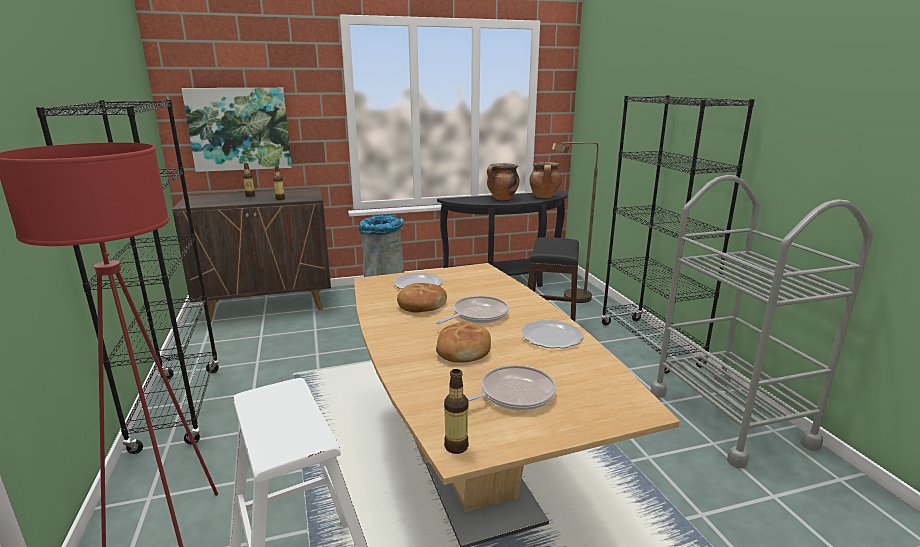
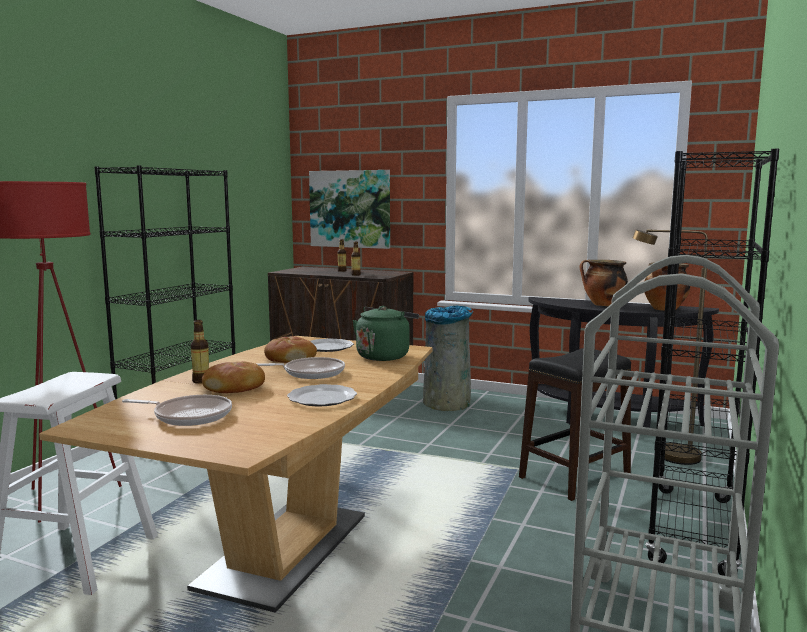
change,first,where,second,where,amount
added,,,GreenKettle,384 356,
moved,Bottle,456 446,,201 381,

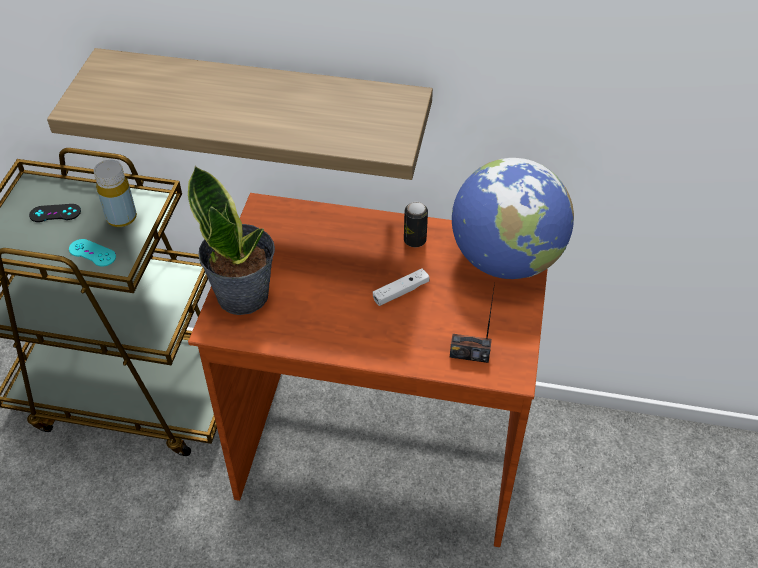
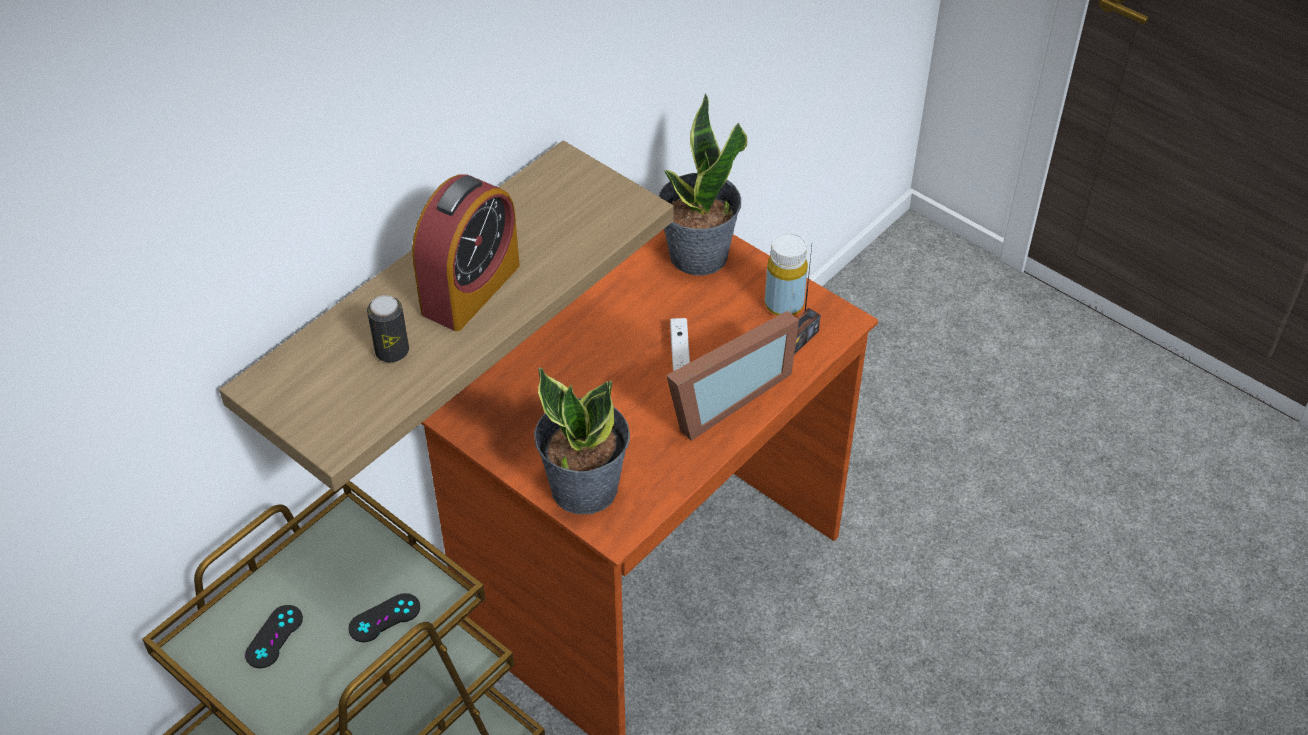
change,first,where,second,where,amount
added,,,AlarmClock,470 289,
added,,,PictureFrame,721 397,
moved,YellowBottle,121 218,,784 304,
moved,Can,415 240,,392 351,
replaced,Globe,506 260,PottedPlant,697 255,
recoloured,TurquoiseGameController,92 253,BlackGameController,384 618,

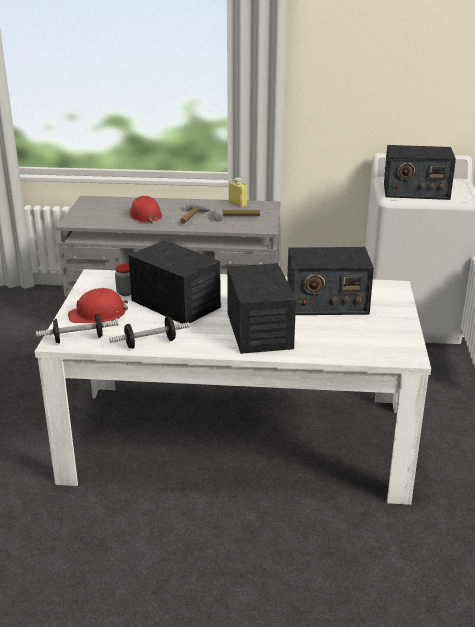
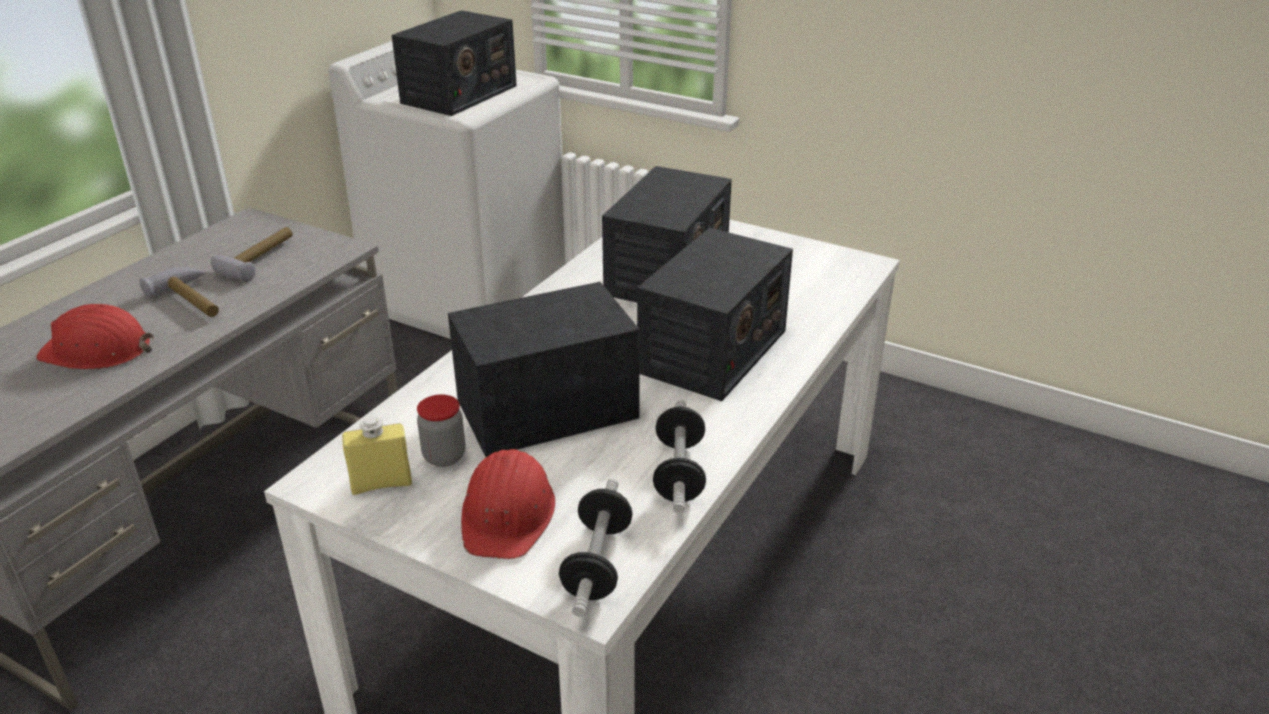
change,first,where,second,where,amount
moved,YellowBottle,237 204,,381 484,
turned,Radio,259 331,,713 352,105 degrees clockwise

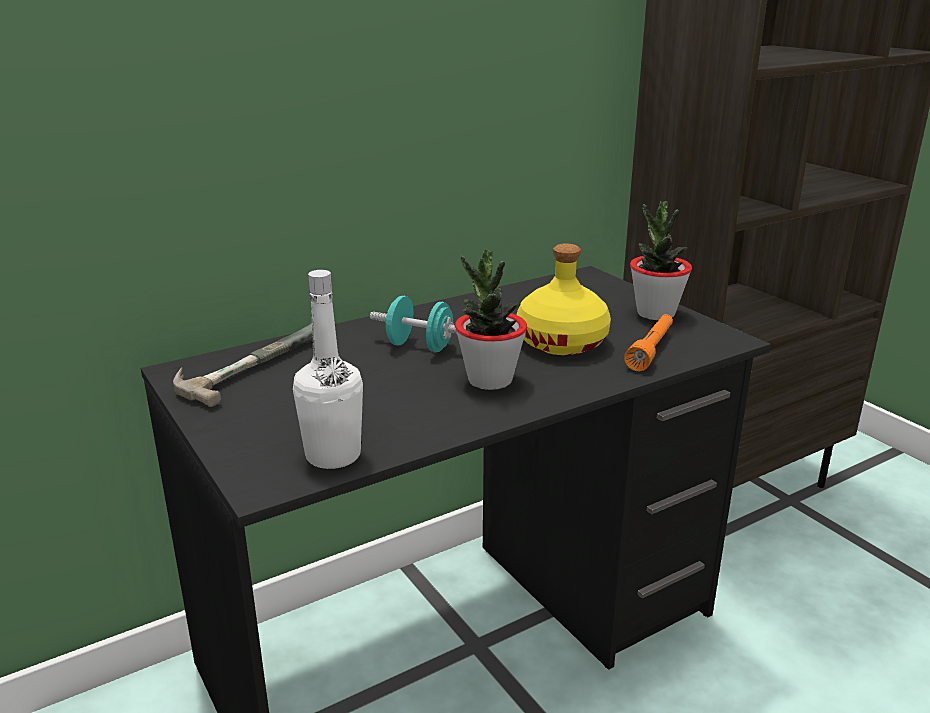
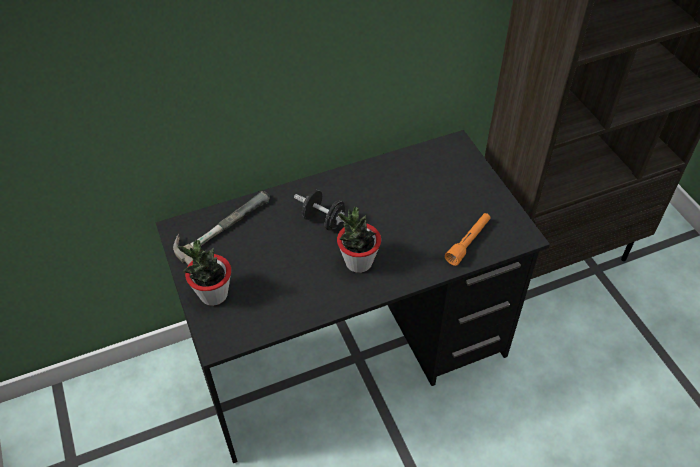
change,first,where,second,where,amount
removed,WhiteBottle,333 455,,,
removed,YellowBottle,562 342,,,
moved,PottedPlant,655 313,,213 294,
recoloured,TurquoiseDumbbell,420 347,BlackDumbbell,324 220,

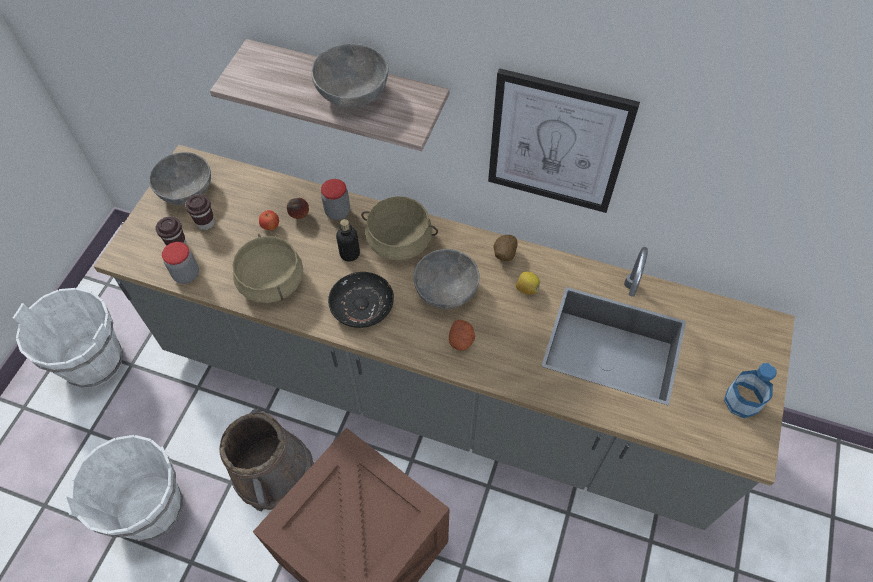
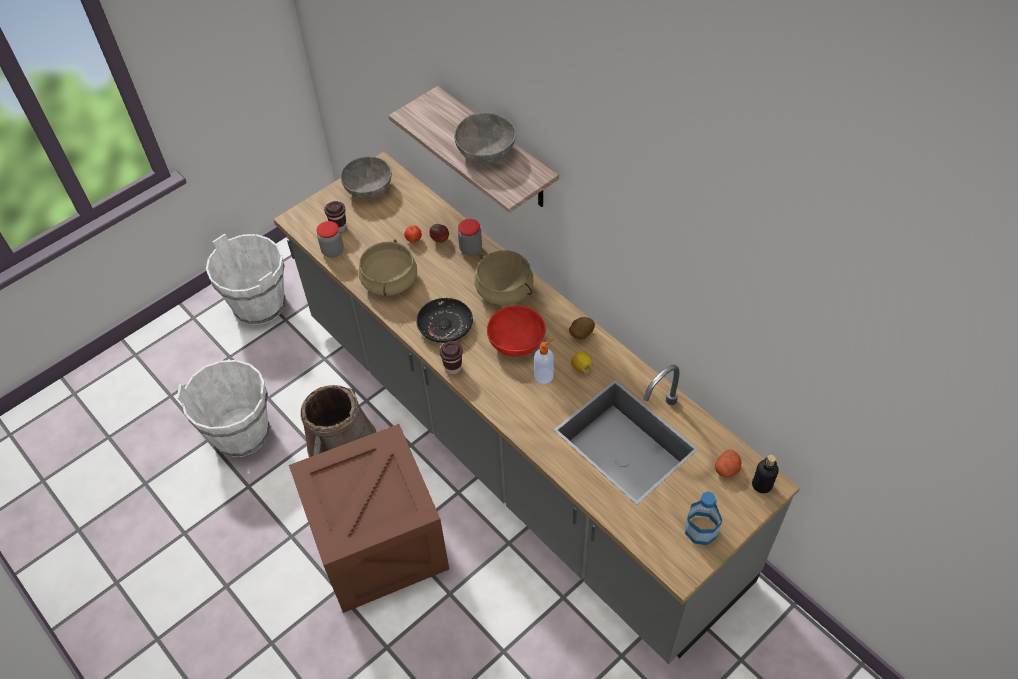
change,first,where,second,where,amount
removed,Picture,557 143,,,
added,,,SoapDispenser,544 375,
moved,BrownCup,206 223,,453 368,
moved,Bottle,350 254,,762 485,
moved,Potato,461 340,,727 469,
recoloured,GreyBowl,445 290,RedBowl,516 342,

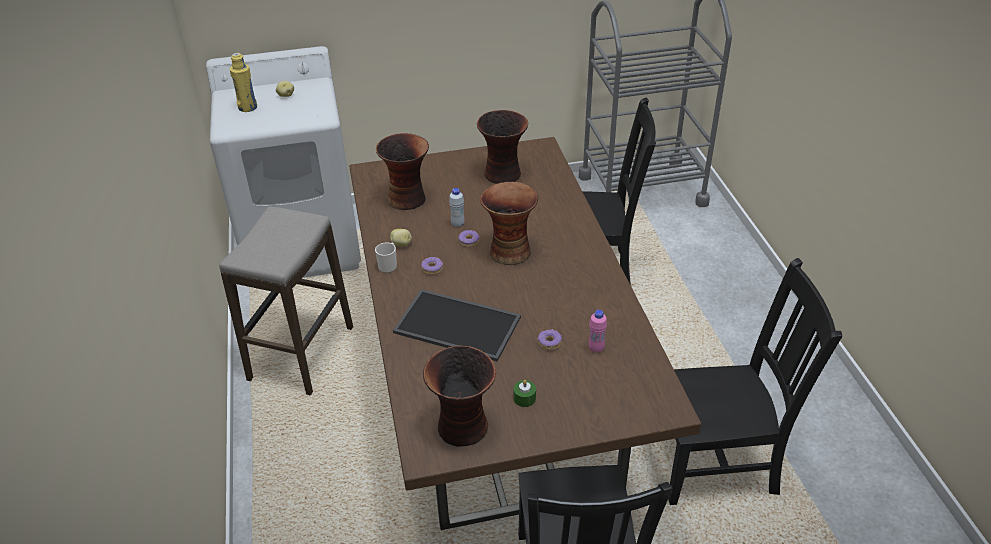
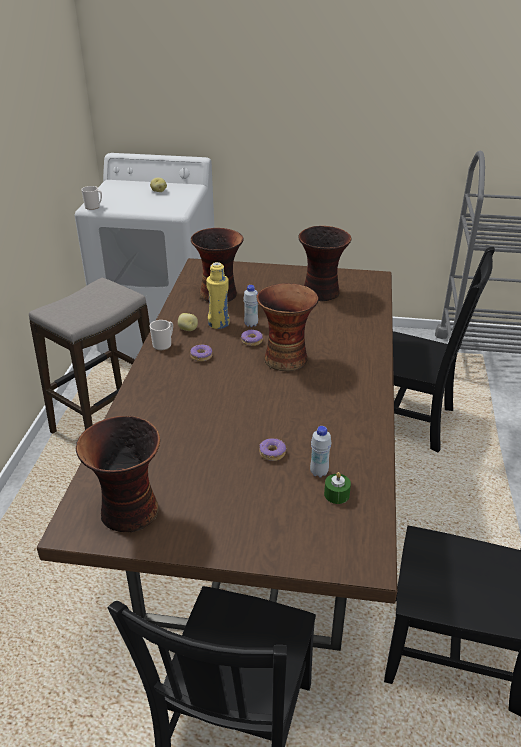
change,first,where,second,where,amount
removed,Tray,459 324,,,
added,,,Mug,94 207,
moved,YellowBottle,248 107,,218 323,
moved,GreenCandle,524 398,,336 494,
recoloured,PinkBottle,596 348,WhiteBottle,319 472,

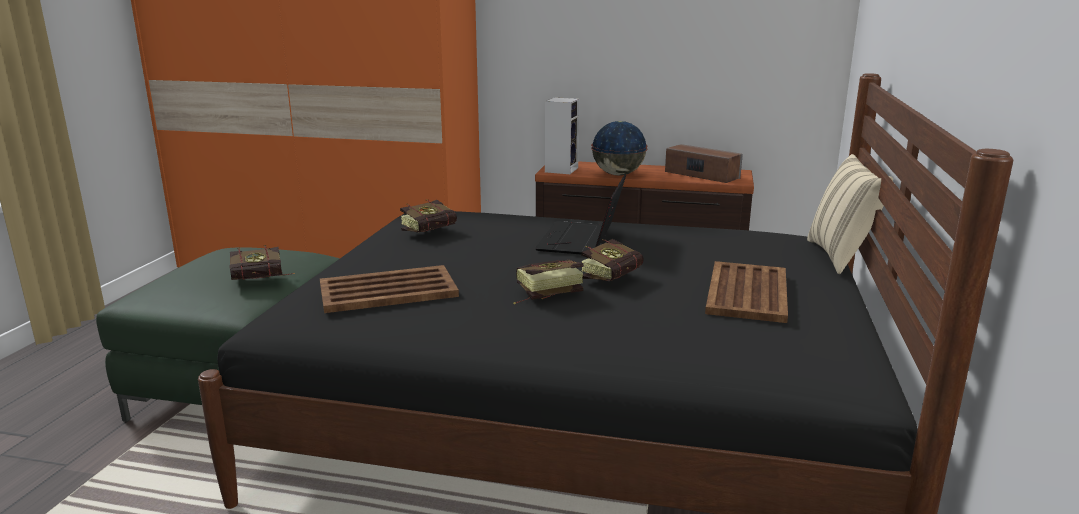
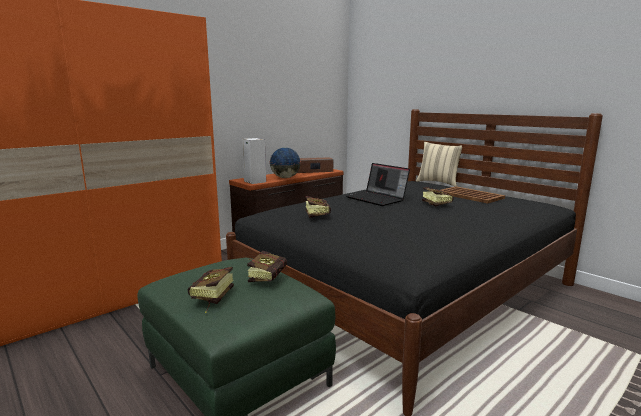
change,first,where,second,where,amount
removed,BrownTray,389 290,,,
moved,Book,543 294,,210 299,

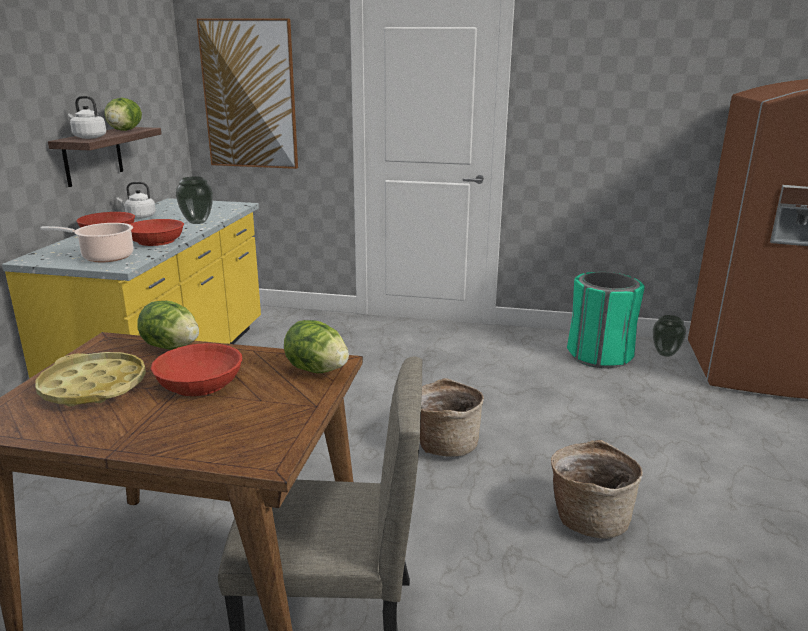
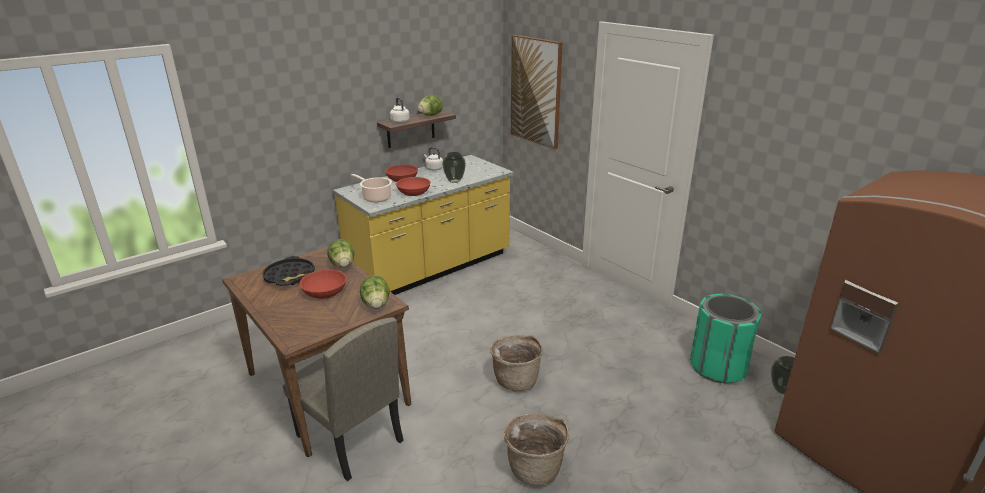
change,first,where,second,where,amount
recoloured,YellowTray,94 387,BlackTray,289 276,

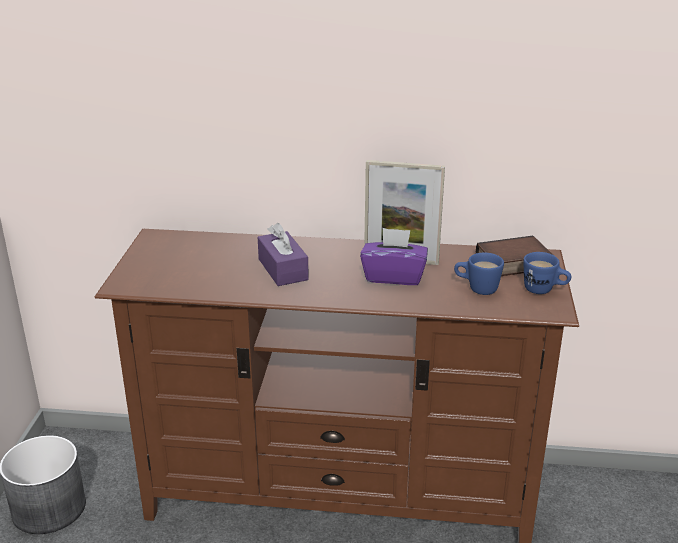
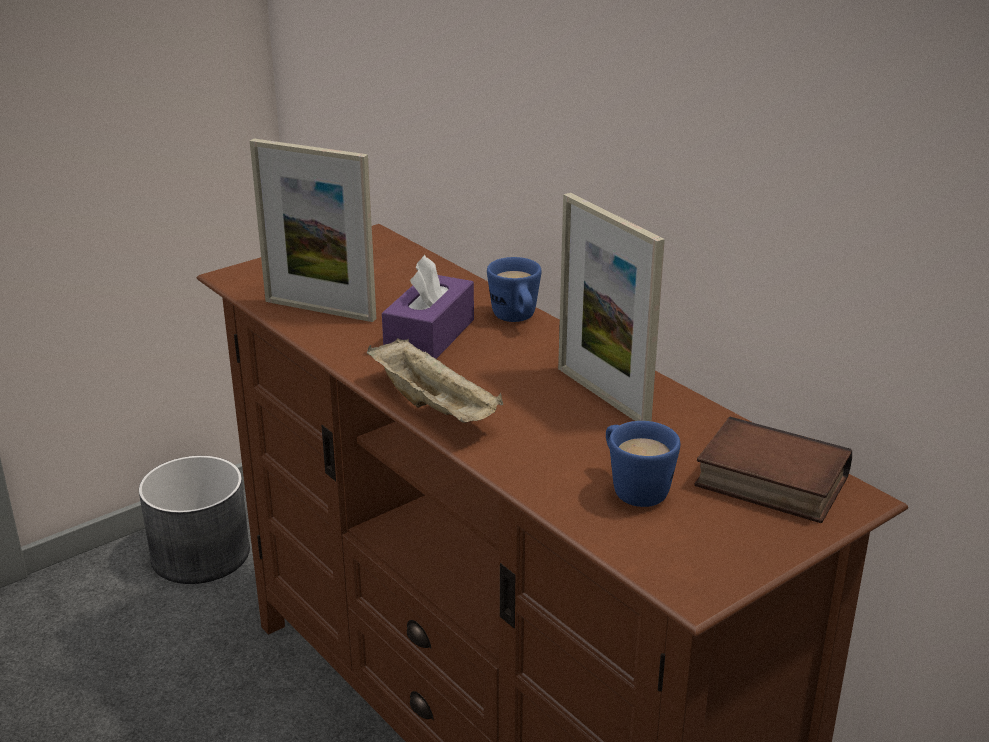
change,first,where,second,where,amount
removed,PurpleTissueBox,393 276,,,
added,,,PictureFrame,320 310,
added,,,BeigeTray,435 407,
moved,BlueMug,544 290,,516 319,

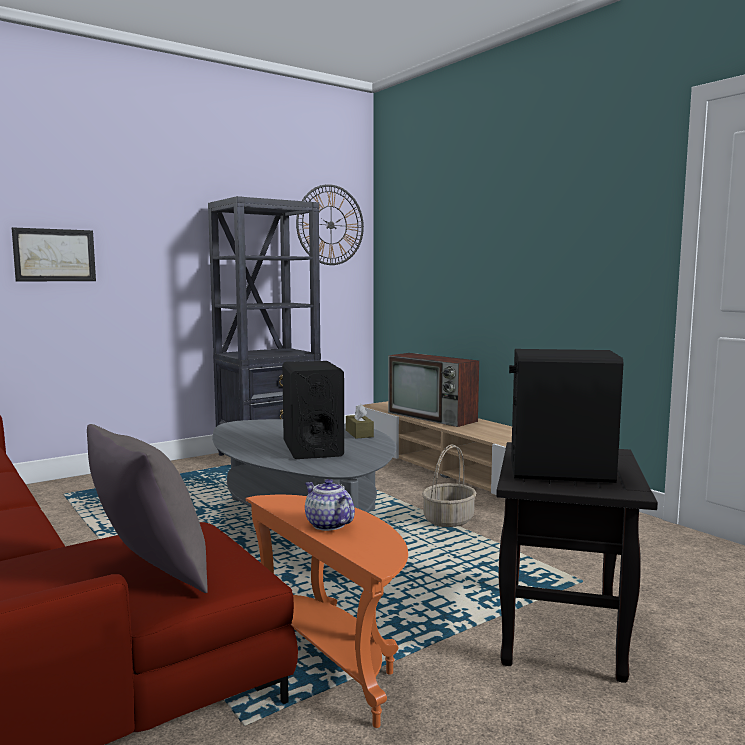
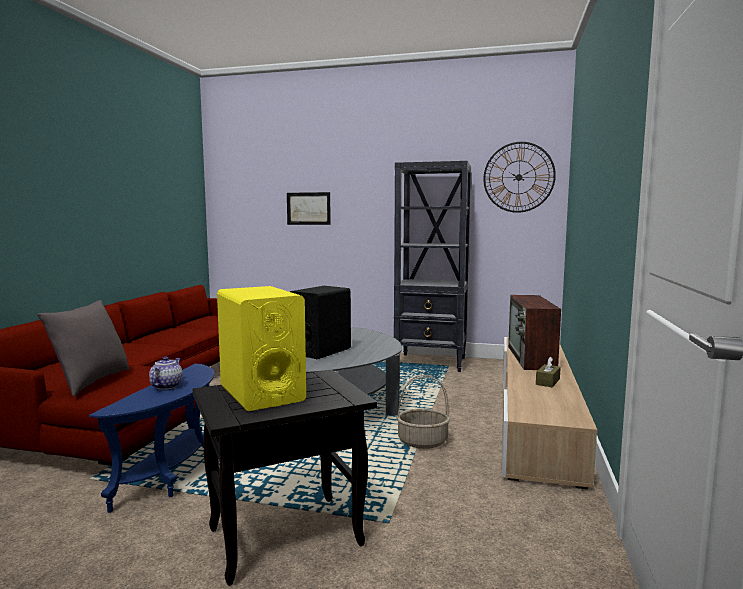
change,first,where,second,where,amount
moved,BrownTissueBox,359 433,,547 382,
recoloured,OrangeSideTable,333 658,BlueSideTable,174 475,
recoloured,BlackSpeaker,559 471,YellowSpeaker,261 393,

